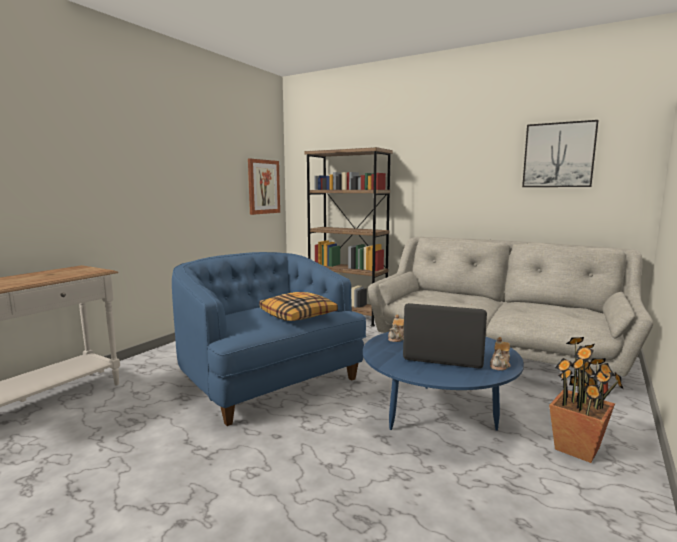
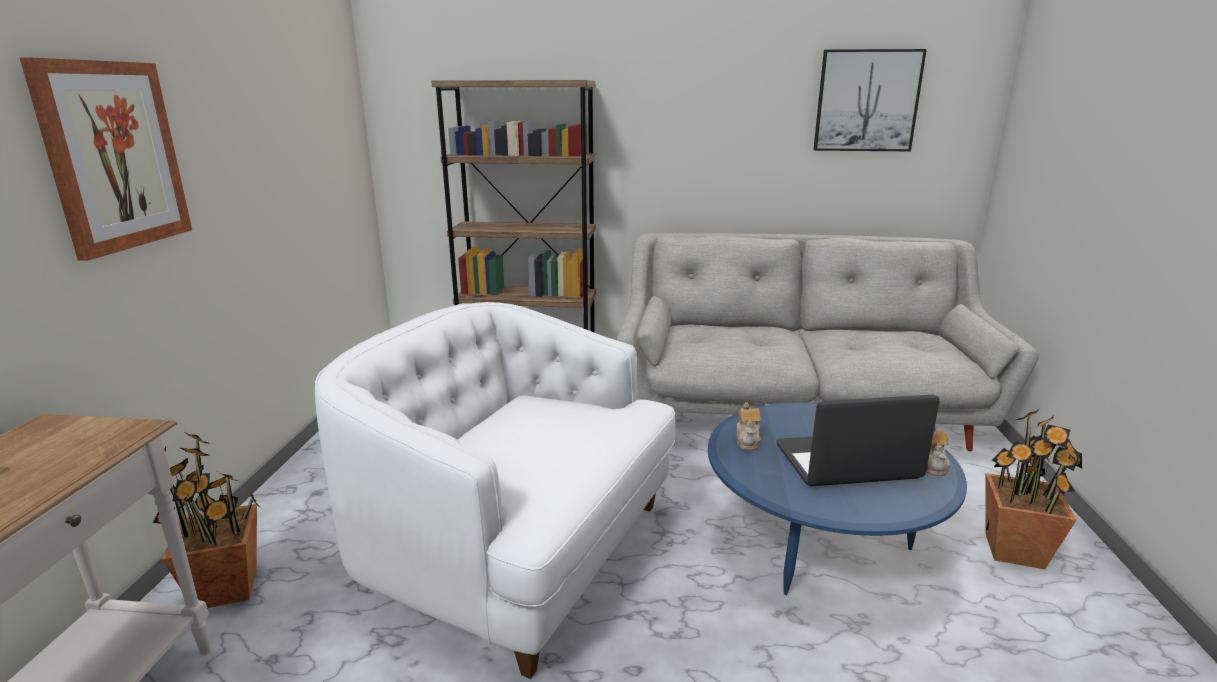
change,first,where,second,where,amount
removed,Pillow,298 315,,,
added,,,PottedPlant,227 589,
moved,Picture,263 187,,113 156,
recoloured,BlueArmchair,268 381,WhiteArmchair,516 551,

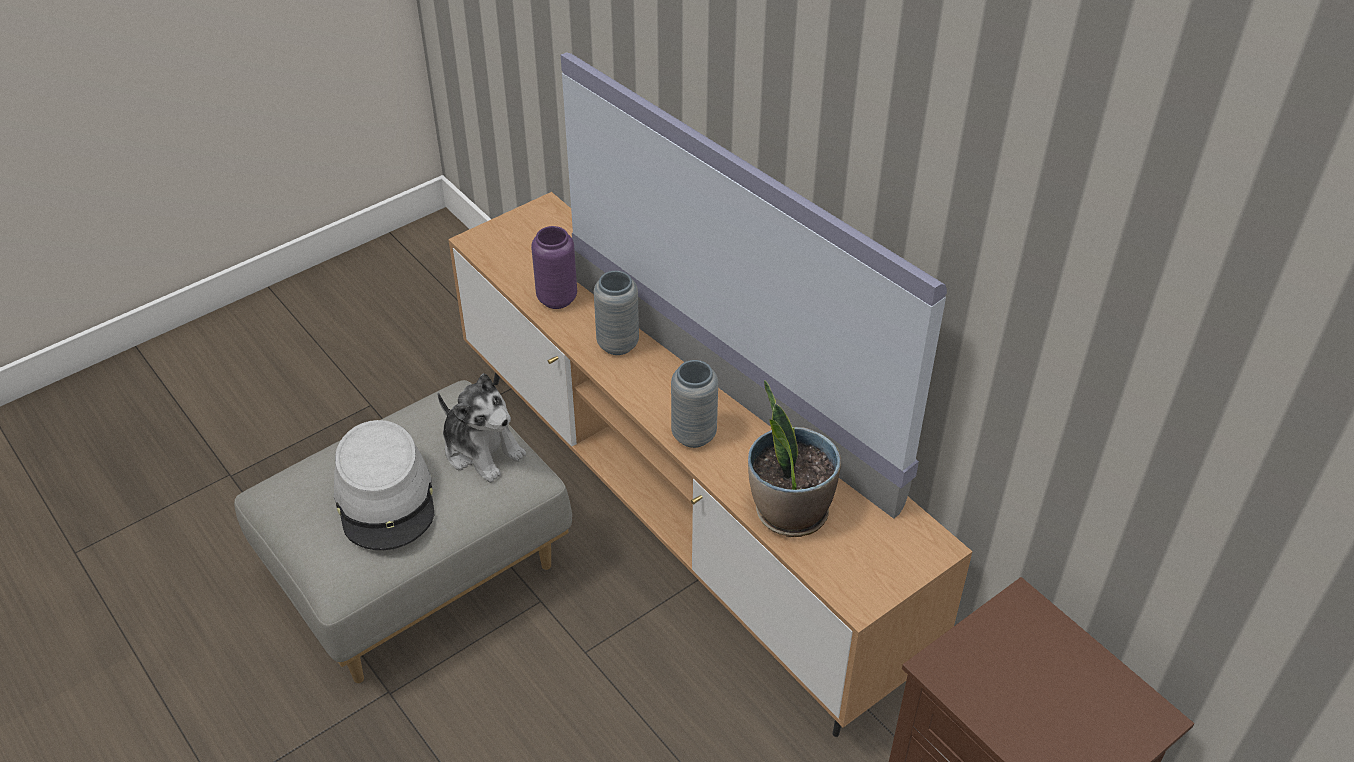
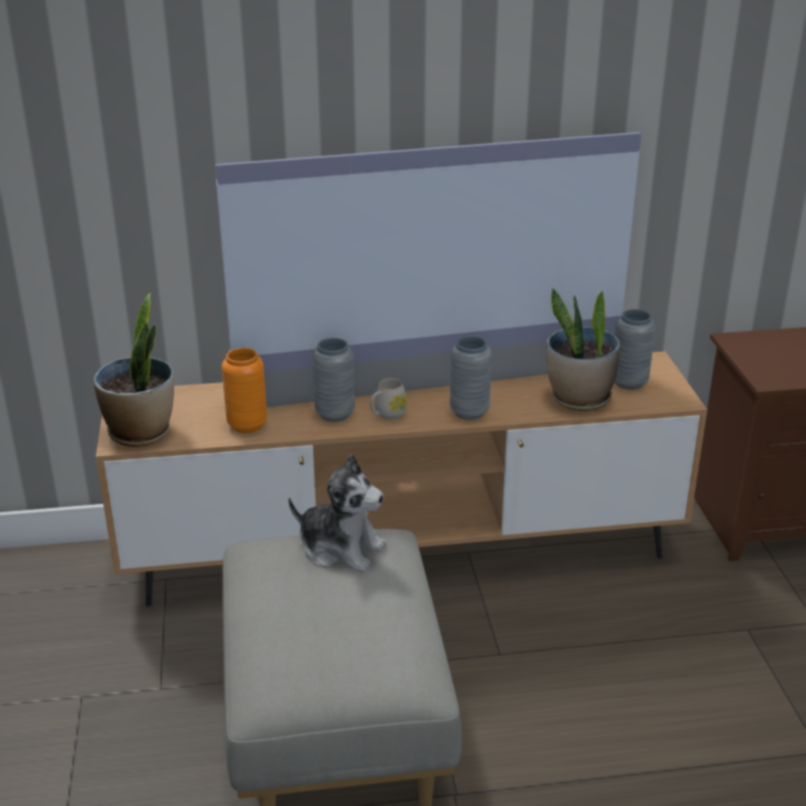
change,first,where,second,where,amount
removed,GreyHat,386 497,,,
added,,,PottedPlant,141 433,
added,,,WhiteMug,387 414,
added,,,GreyVase,629 382,
recoloured,PurpleVase,557 298,OrangeVase,247 425,
turned,PlushToy,482 450,,341 548,45 degrees clockwise

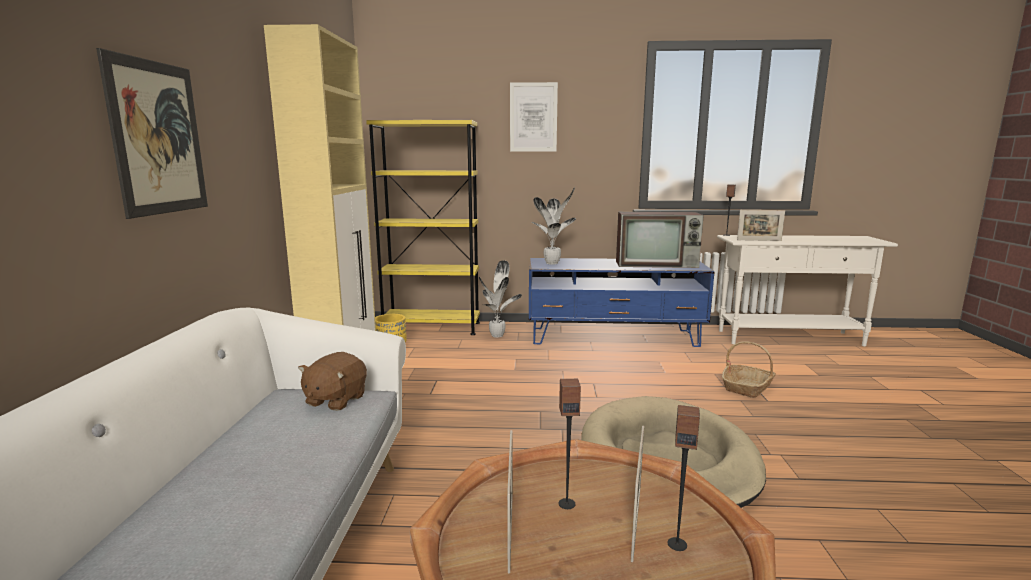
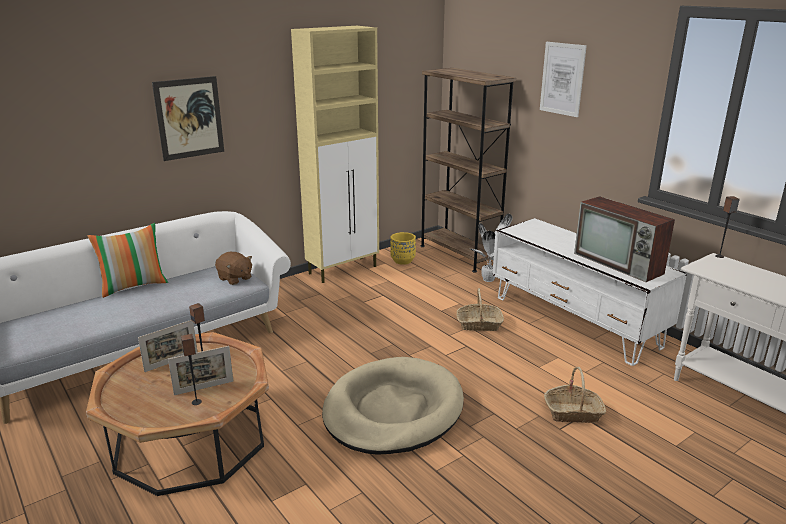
change,first,where,second,where,amount
removed,PottedPlant,553 263,,,
removed,PictureFrame,759 240,,,
added,,,Pillow,134 286,
added,,,Basket,479 324,
recoloured,YellowBookcase,431 327,BrownBookcase,459 254,
recoloured,BlueTvStand,614 337,WhiteTvStand,574 321,
turned,BrownPlushToy,335 400,,235 279,120 degrees counterclockwise

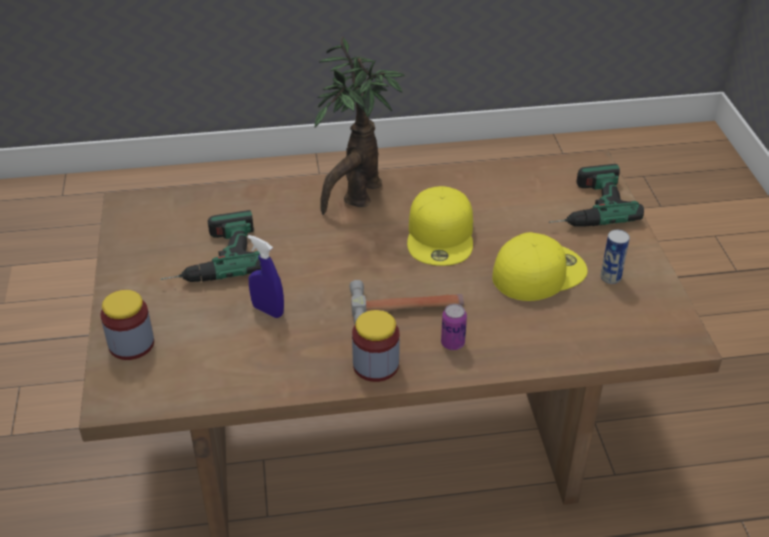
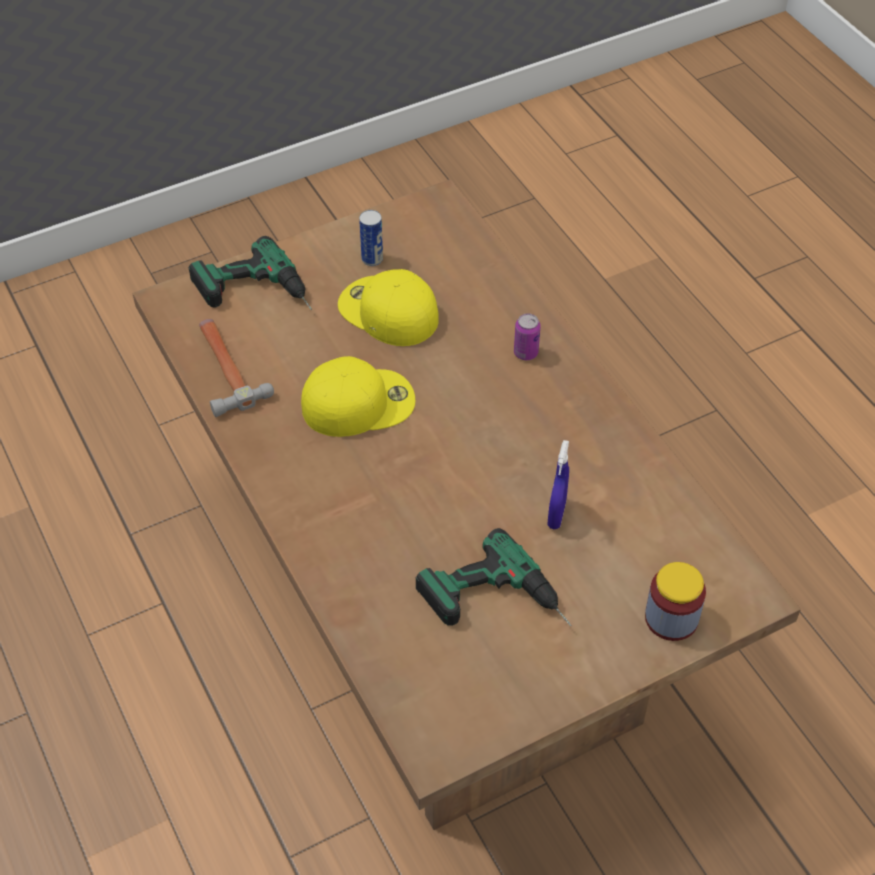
change,first,where,second,where,amount
removed,PottedPlant,356 197,,,
removed,Jar,376 365,,,
moved,Hammer,407 308,,225 368,

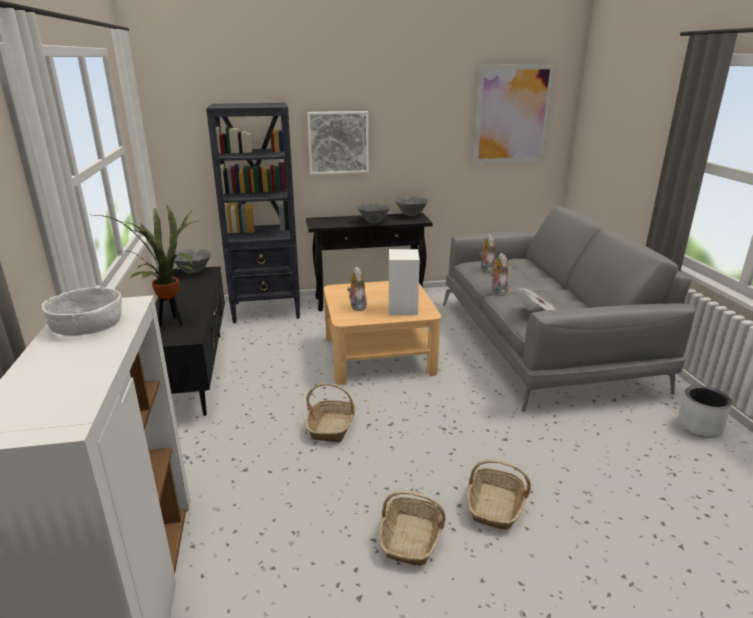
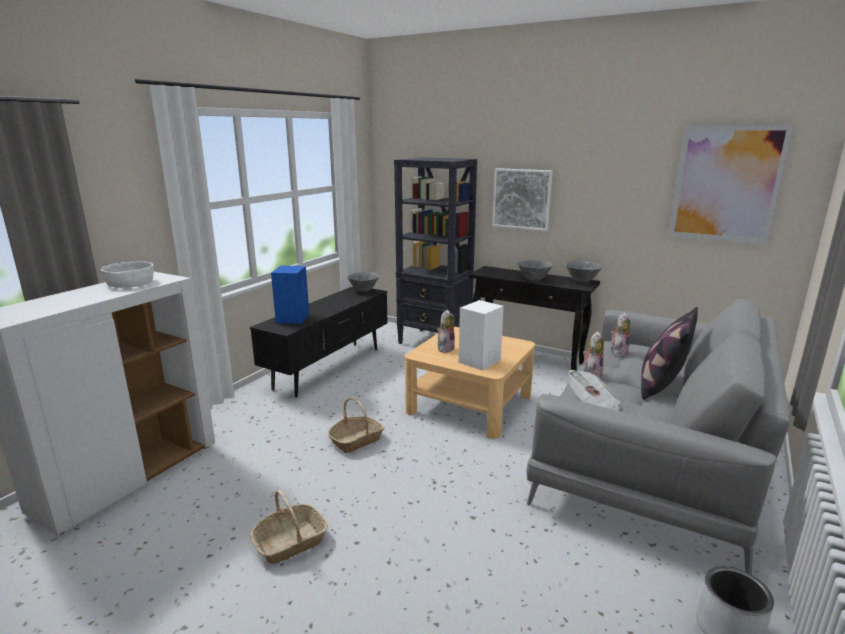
change,first,where,second,where,amount
removed,Basket,495 506,,,
added,,,Pillow,661 386,
replaced,PottedPlant,170 323,BlueSpeaker,293 318,

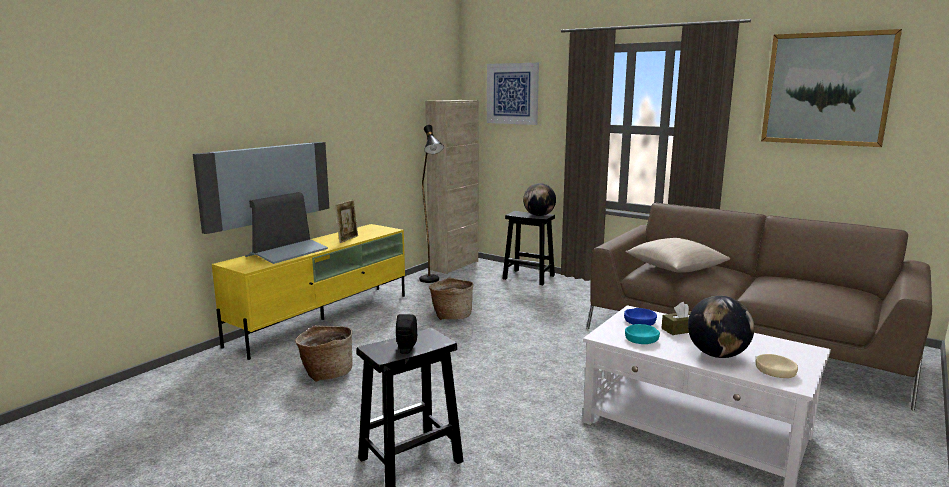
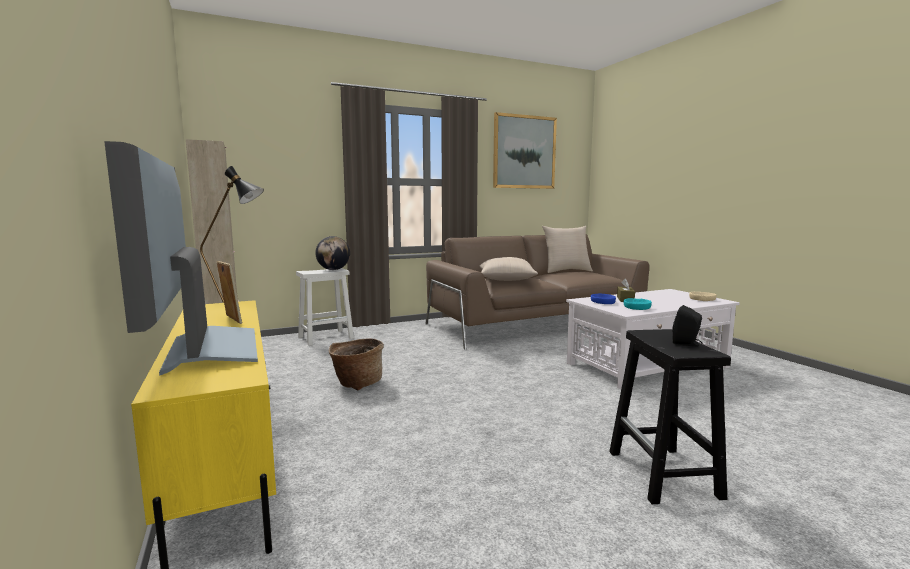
change,first,where,second,where,amount
removed,Basket,326 373,,,
removed,Picture,512 93,,,
removed,Globe,717 355,,,
added,,,BeigePillow,566 271,
recoloured,BlackStool,529 277,WhiteStool,326 337,

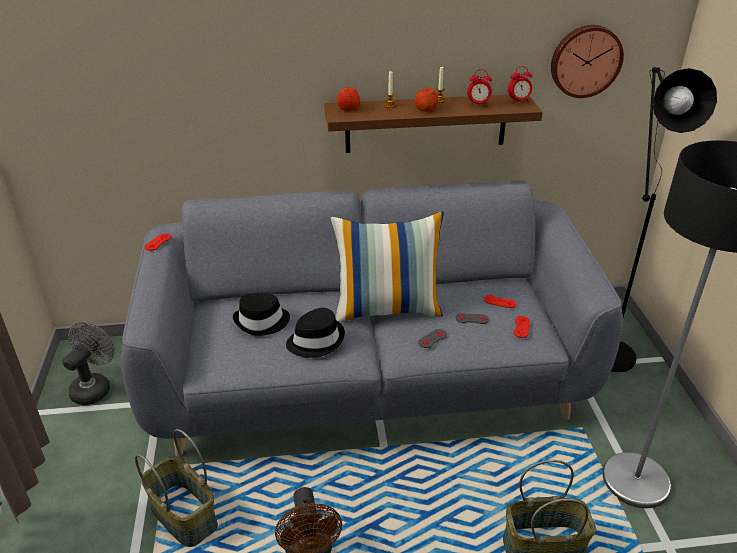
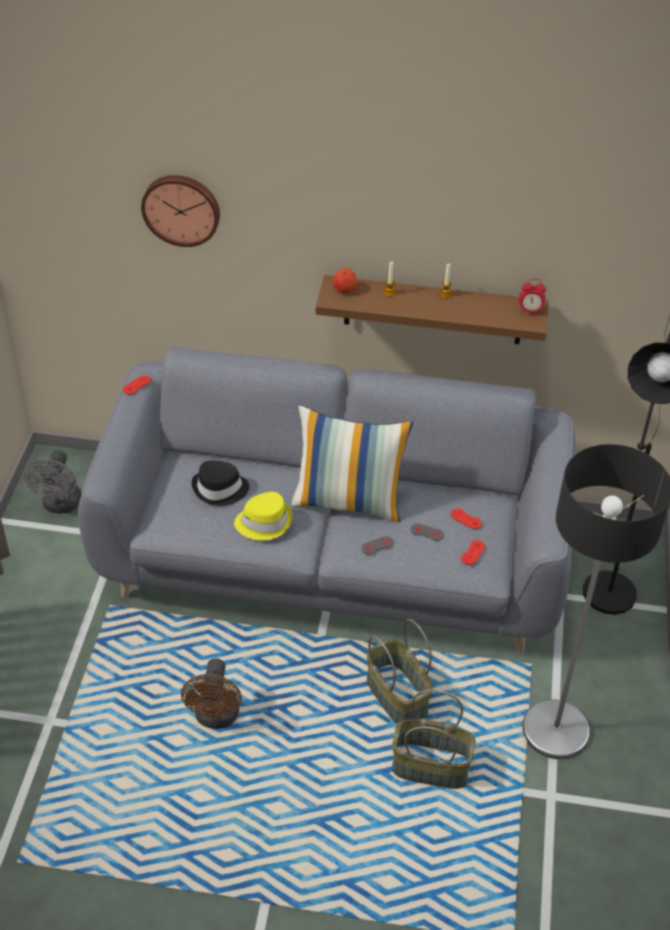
change,first,where,second,where,amount
removed,Apple,426 109,,,
removed,AlarmClock,478 104,,,
moved,Basket,185 516,,398 696,
moved,WallClock,585 60,,181 208,
recoloured,BlackHat,315 340,YellowHat,264 522,
turned,GreyFan,94 387,,60 505,150 degrees clockwise

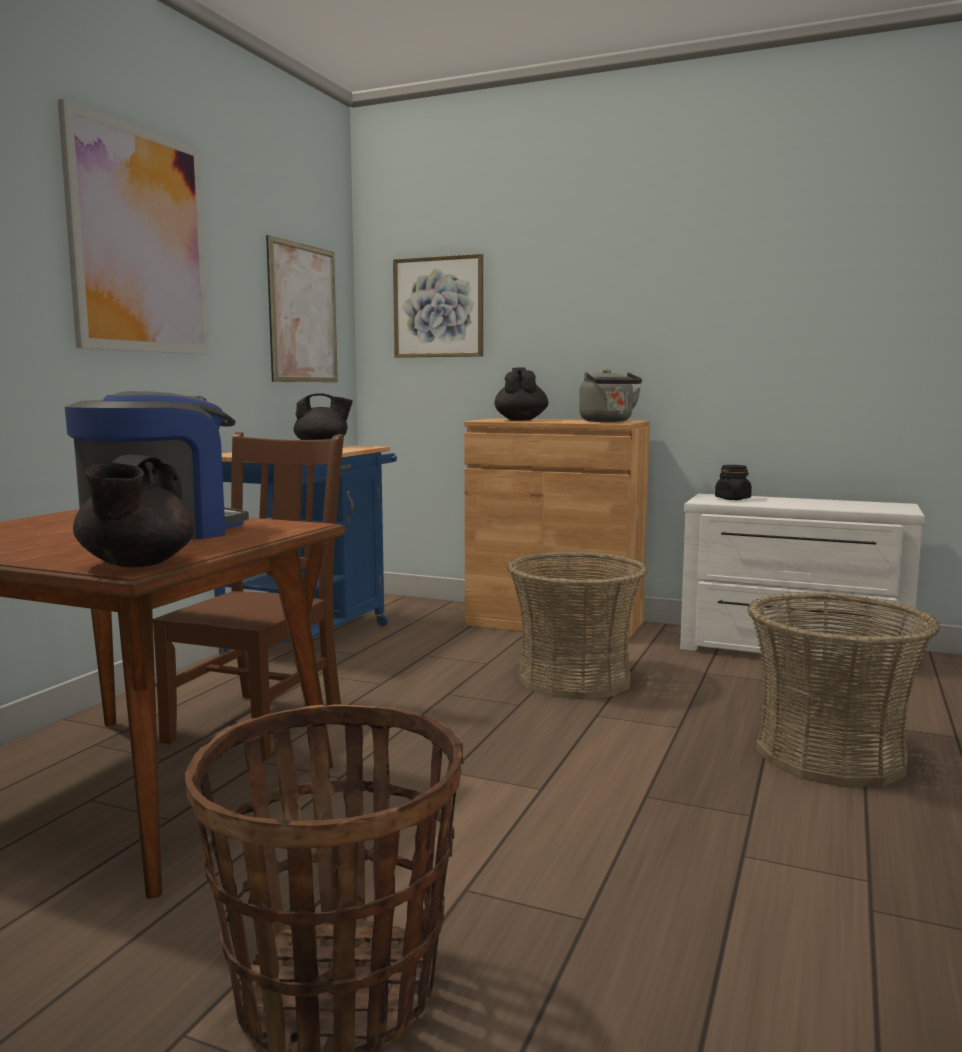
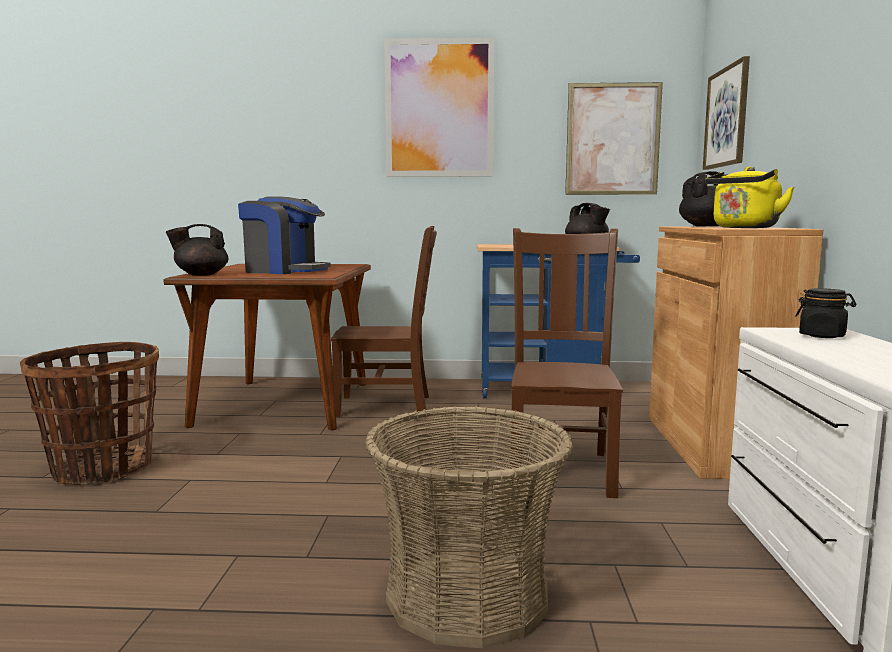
change,first,where,second,where,amount
replaced,Basket,574 679,BrownChair,561 469,
recoloured,GreyKettle,608 421,YellowKettle,743 228,

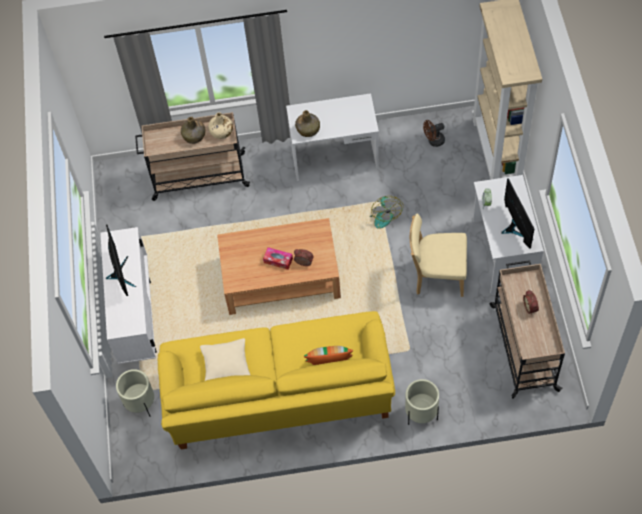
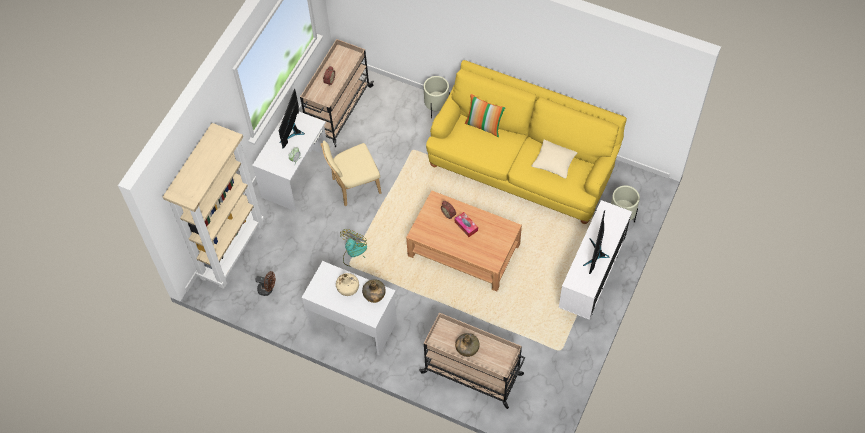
change,first,where,second,where,amount
moved,BeigeBottle,221 132,,348 288,
turned,BeigeChair,437 276,,354 186,120 degrees clockwise

